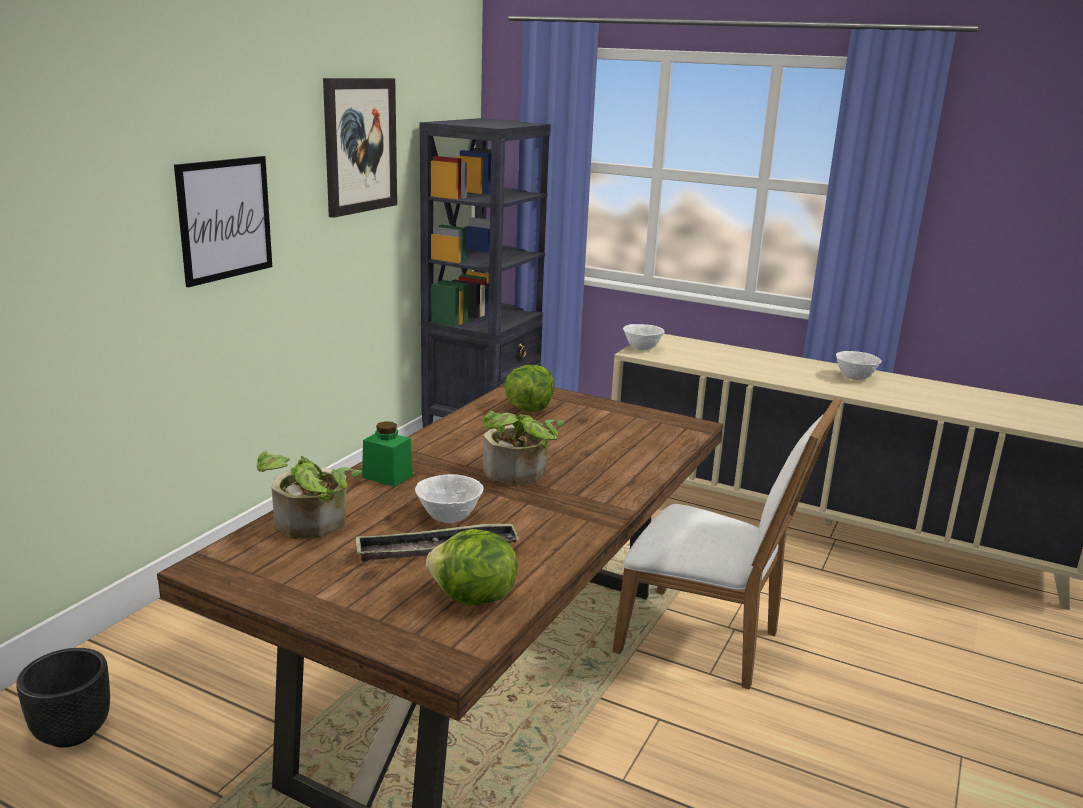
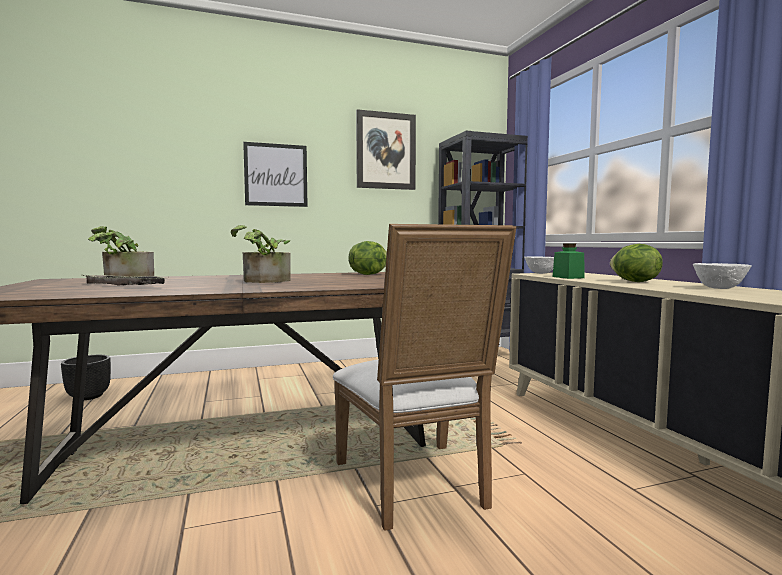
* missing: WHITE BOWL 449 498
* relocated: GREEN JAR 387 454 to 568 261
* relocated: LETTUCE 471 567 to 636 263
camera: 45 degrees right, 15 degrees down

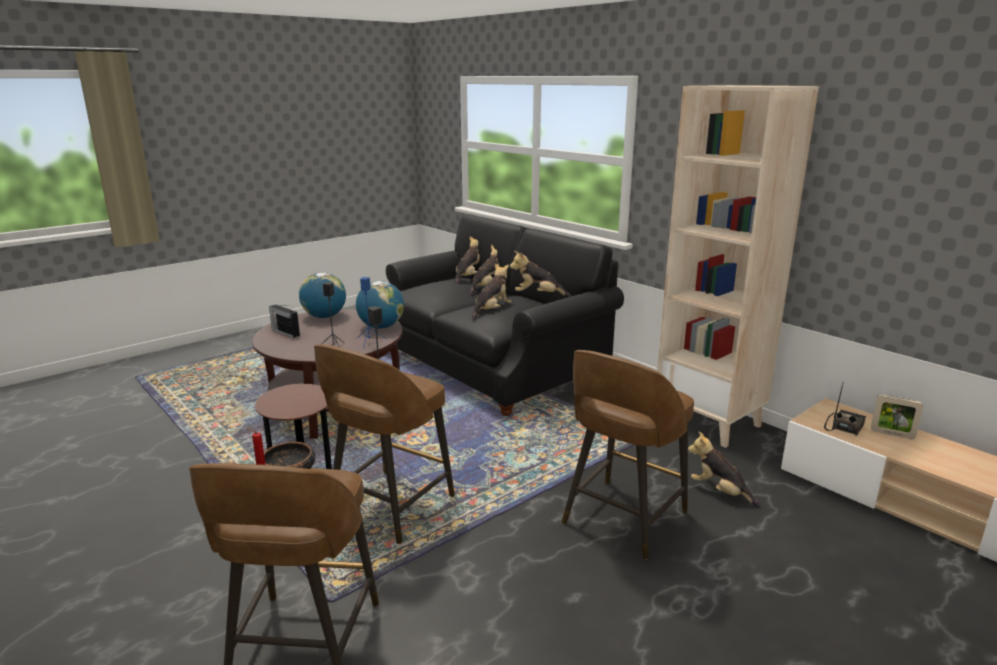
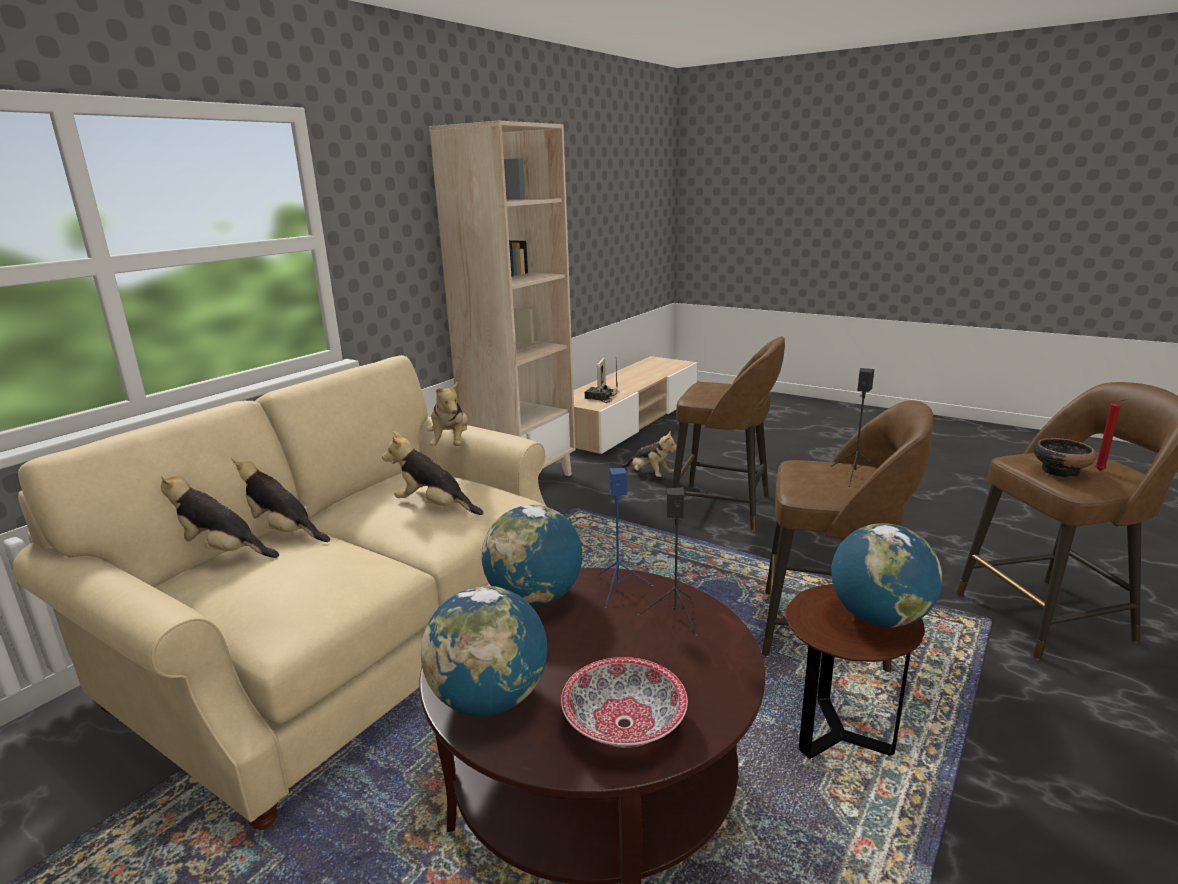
* appeared: GLOBE 886 575
* exchanged: RADIO 284 321 to BOWL 624 702
* colour: BLACK SOFA 505 315 to BEIGE SOFA 280 592
* spun: PLUSH TOY 724 469 = 649 454 75 degrees counterclockwise
camera: 105 degrees left, 0 degrees up

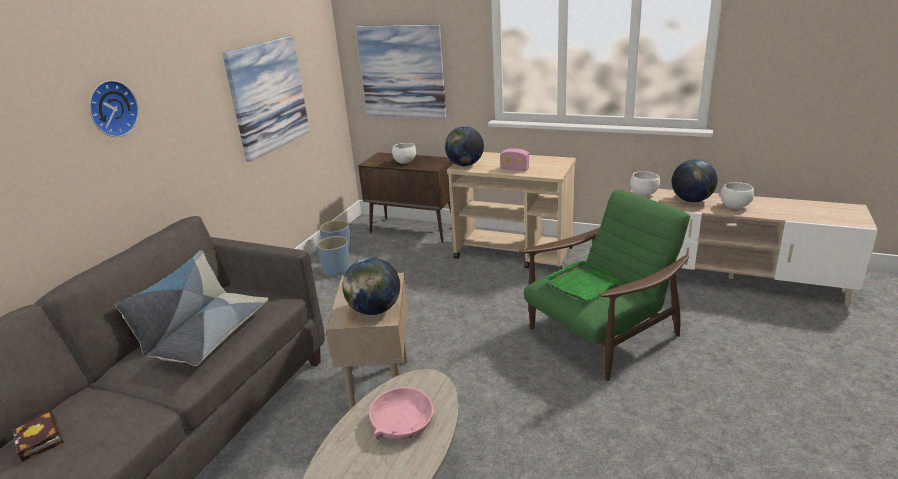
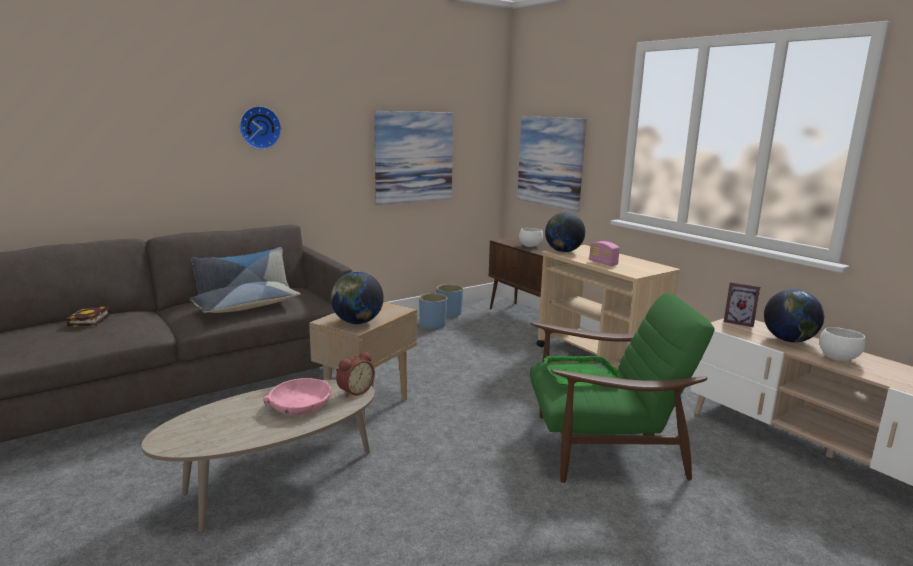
* appeared: ALARM CLOCK 355 374
* exchanged: WHITE BOWL 645 183 to PICTURE FRAME 742 304
camera: 30 degrees right, 10 degrees down

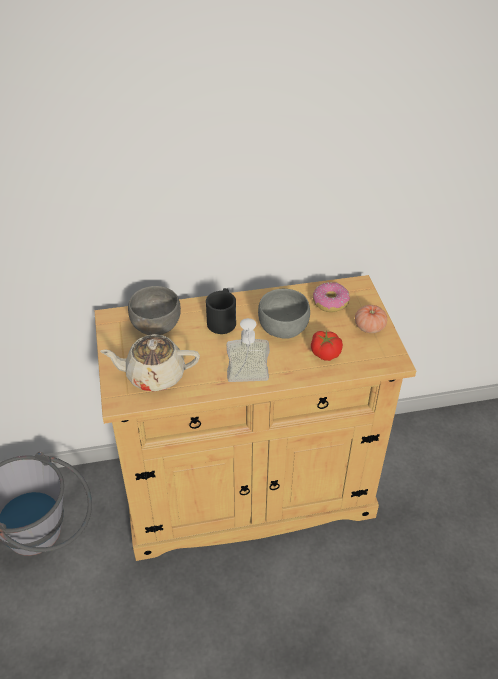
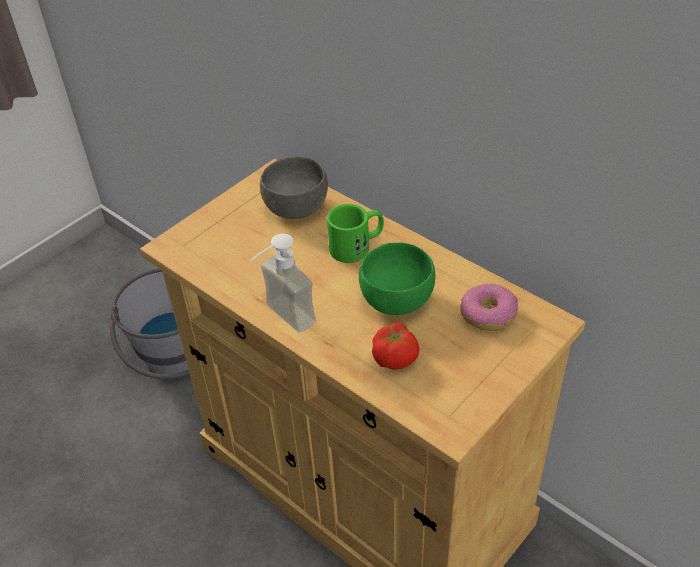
* missing: BEIGE TEAPOT 150 363
* missing: TOMATO 371 319
* colour: BLACK MUG 221 311 to GREEN MUG 355 233
* colour: GREY BOWL 284 314 to GREEN BOWL 397 278
camera: 55 degrees right, 0 degrees up

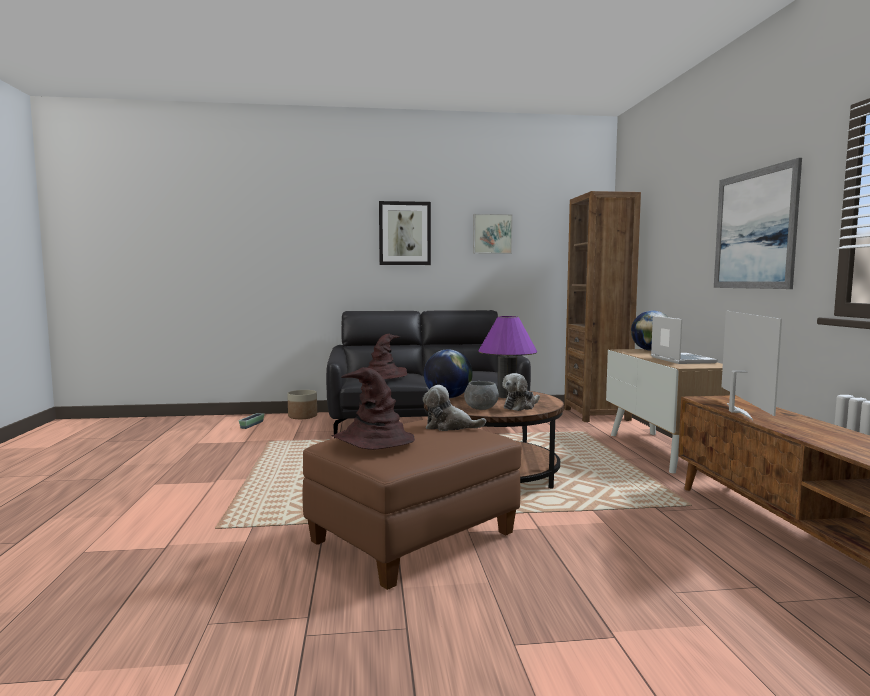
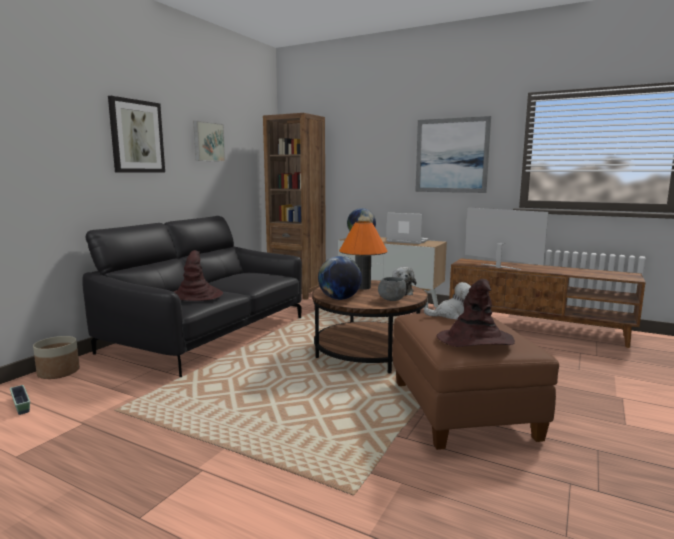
* colour: PURPLE TABLE LAMP 507 357 to ORANGE TABLE LAMP 363 255
* spun: PLUSH TOY 454 408 = 447 301 135 degrees counterclockwise
camera: 55 degrees left, 5 degrees up

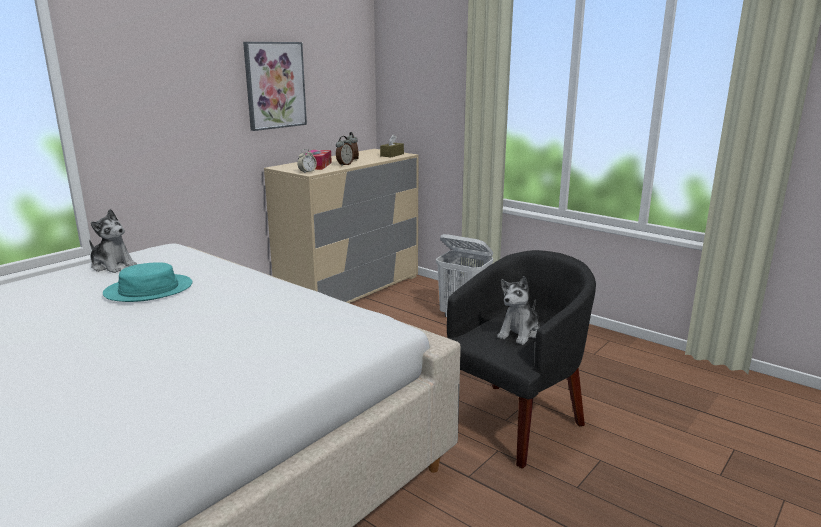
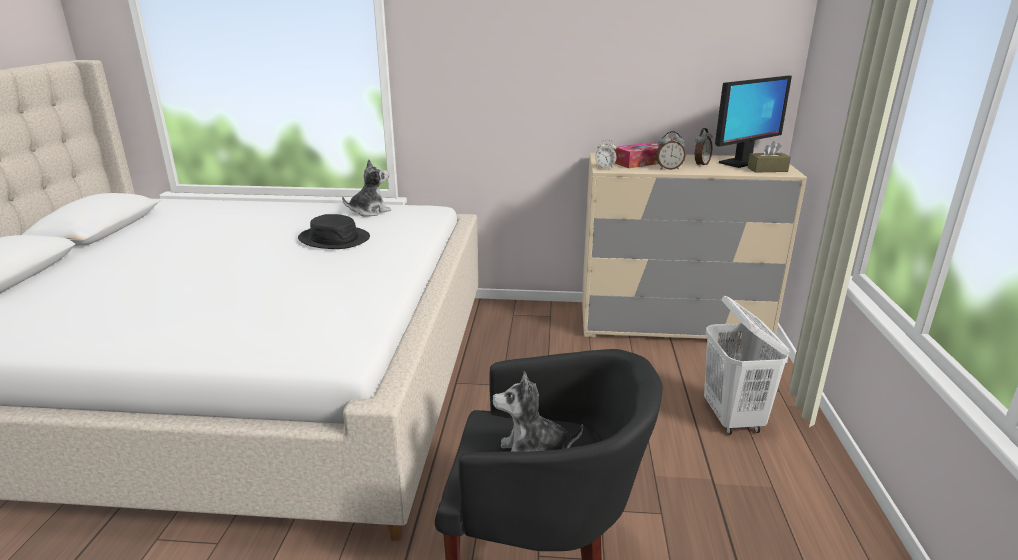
* missing: PICTURE 275 86
* appeared: MONITOR 753 122
* colour: TURQUOISE HAT 147 282 to BLACK HAT 334 231
* spun: PLUSH TOY 113 241 = 366 188 120 degrees counterclockwise
camera: 55 degrees right, 5 degrees up

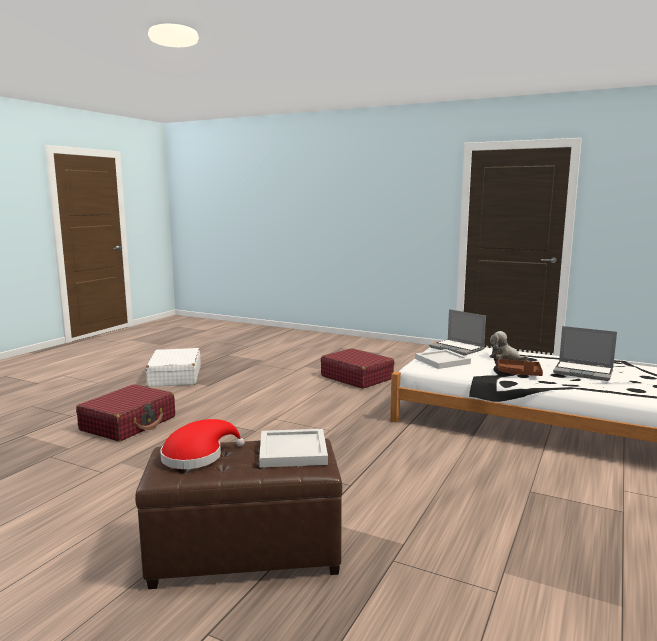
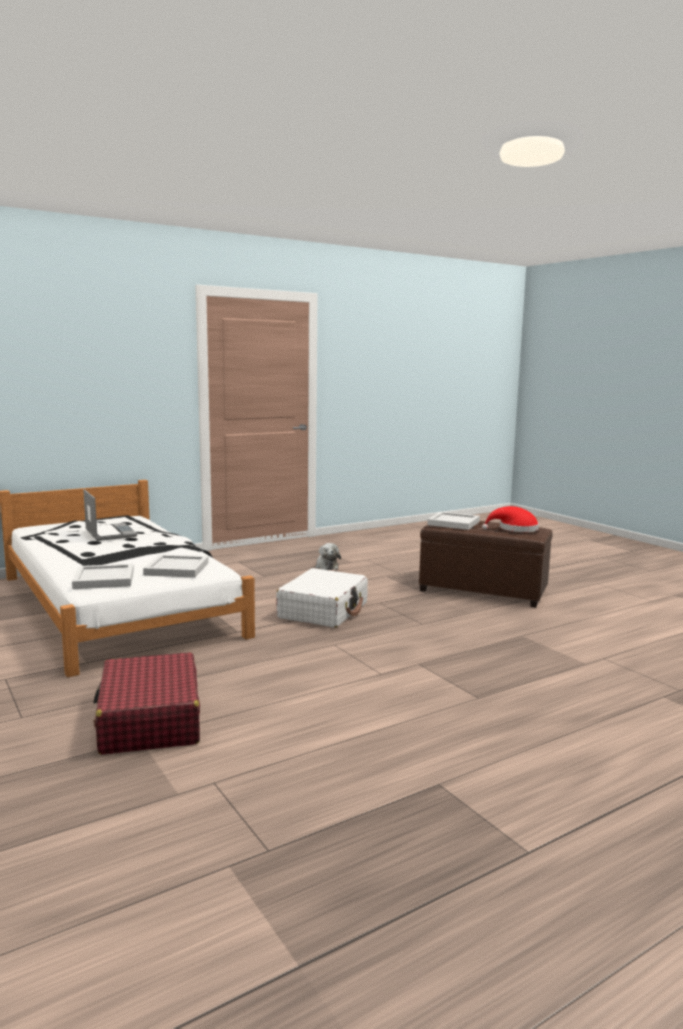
* missing: RED SUITCASE 125 413
* missing: BROWN TRAY 520 367
* relocated: WHITE SUITCASE 173 367 to 322 598
* relocated: PLUSH TOY 509 346 to 328 556
* exchanged: LAPTOP 457 332 to WHITE TRAY 103 576
camera: 150 degrees left, 0 degrees up

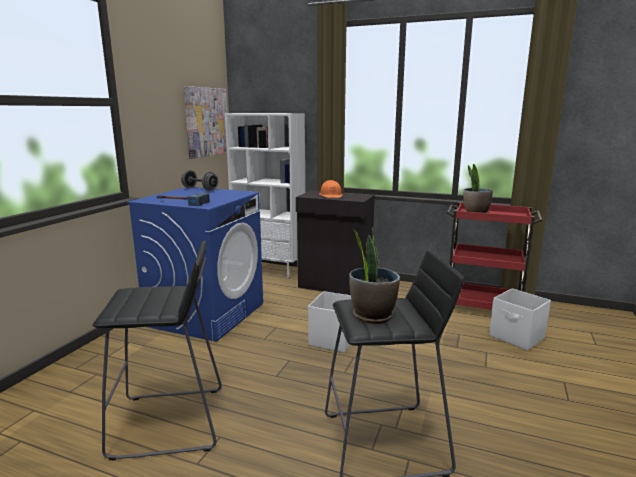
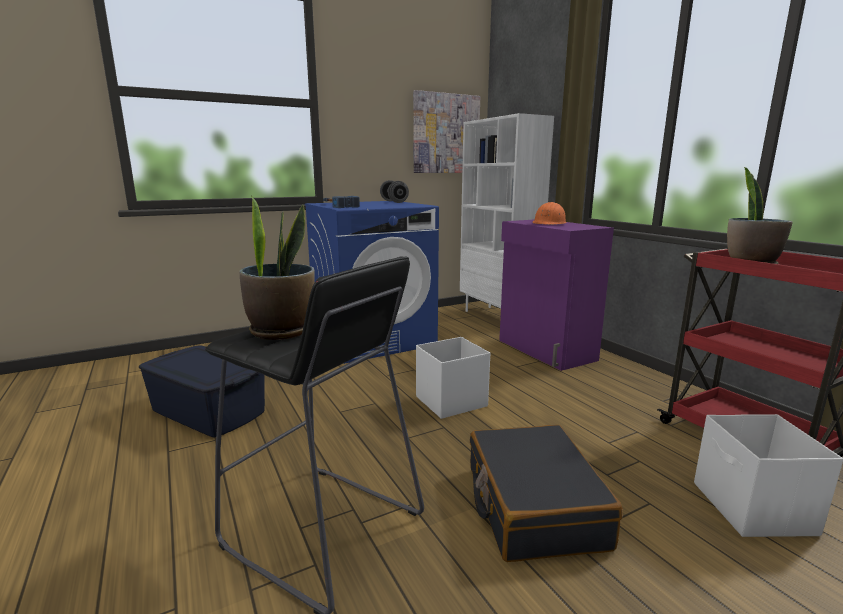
* appeared: BLACK SUITCASE 546 493
* exchanged: BLACK STOOL 157 350 to BLUE STORAGE BOX 202 391
* colour: BLACK CABINET 335 243 to PURPLE CABINET 556 295
camera: 40 degrees right, 0 degrees up

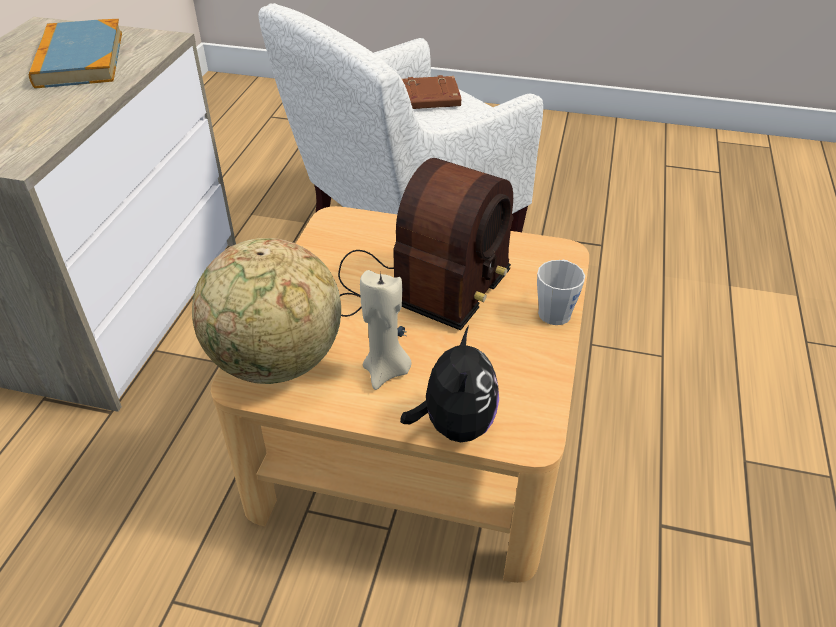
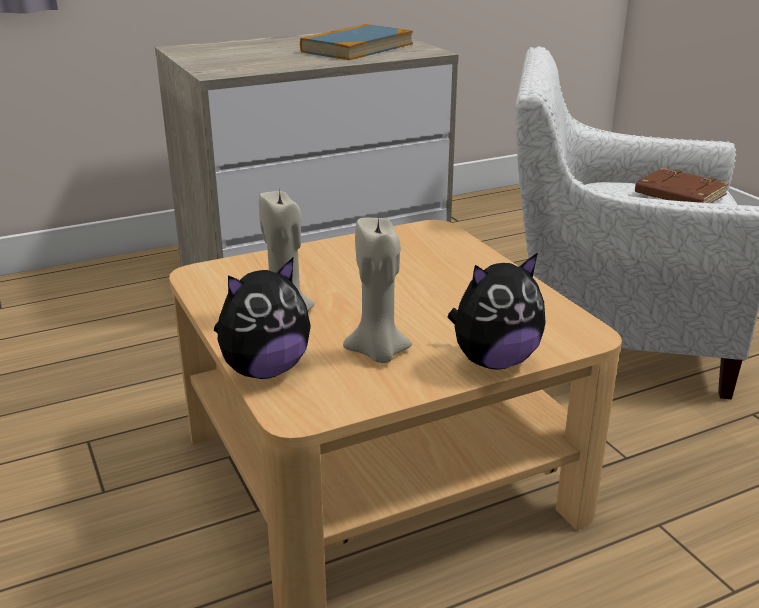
* missing: GLOBE 266 311
* missing: RADIO 426 247
* appeared: BEIGE CANDLE 377 290
* exchanged: GREY MUG 561 292 to PLUSH TOY 496 311
camera: 50 degrees right, 15 degrees down

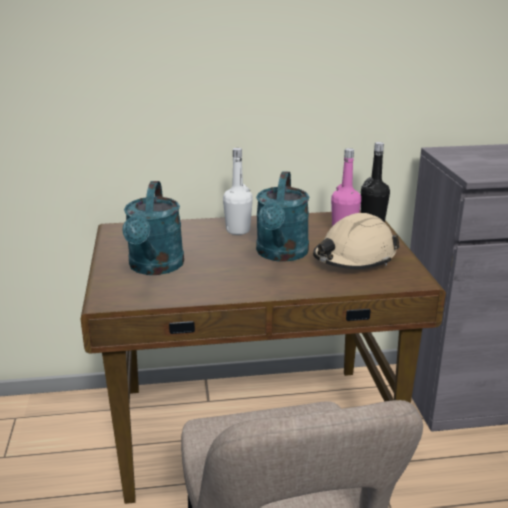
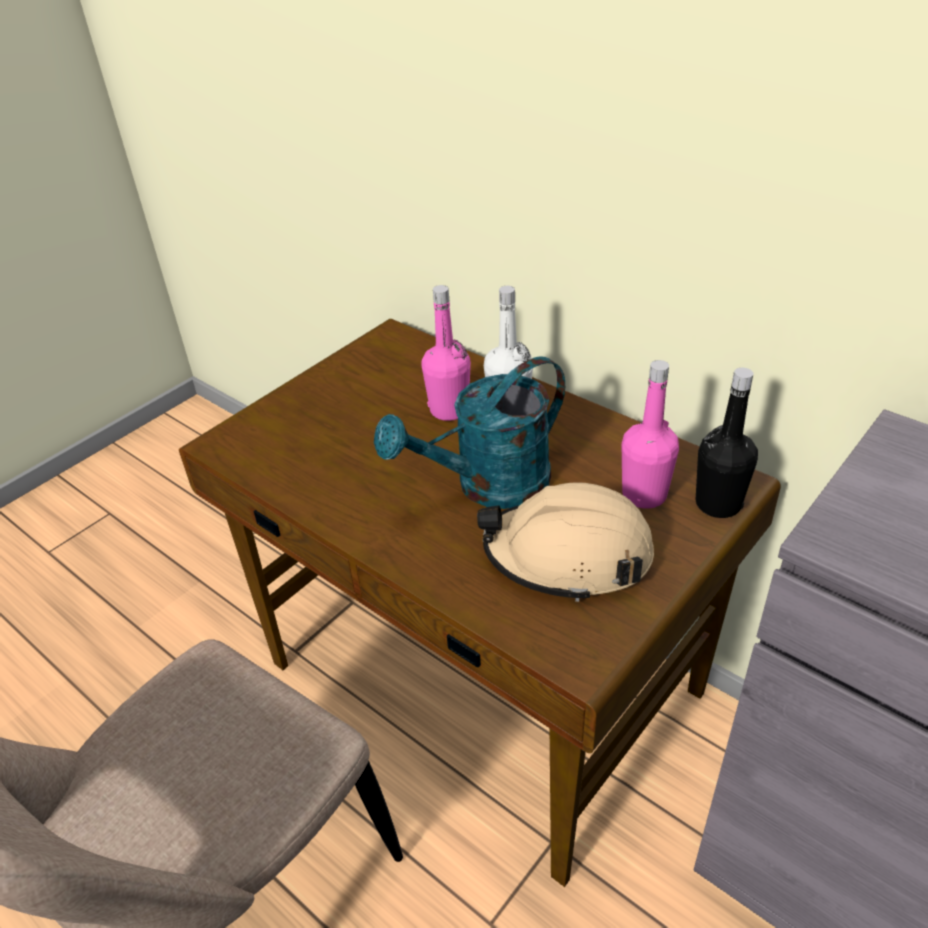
* missing: TURQUOISE WATERING CAN 153 228
* appeared: PINK BOTTLE 446 353
camera: 50 degrees right, 15 degrees up

